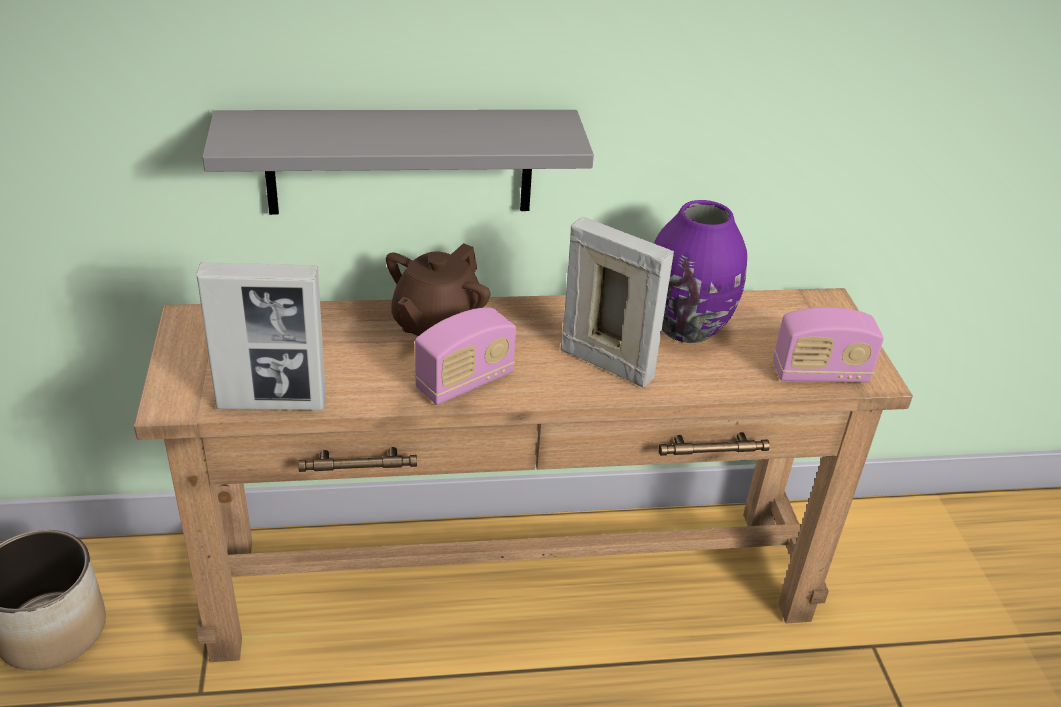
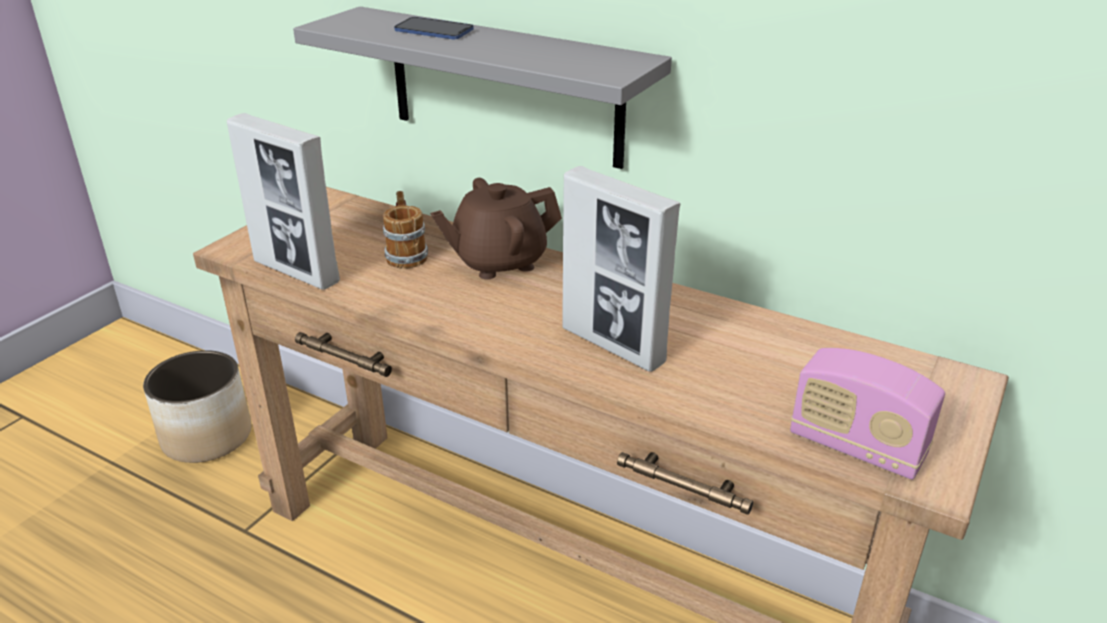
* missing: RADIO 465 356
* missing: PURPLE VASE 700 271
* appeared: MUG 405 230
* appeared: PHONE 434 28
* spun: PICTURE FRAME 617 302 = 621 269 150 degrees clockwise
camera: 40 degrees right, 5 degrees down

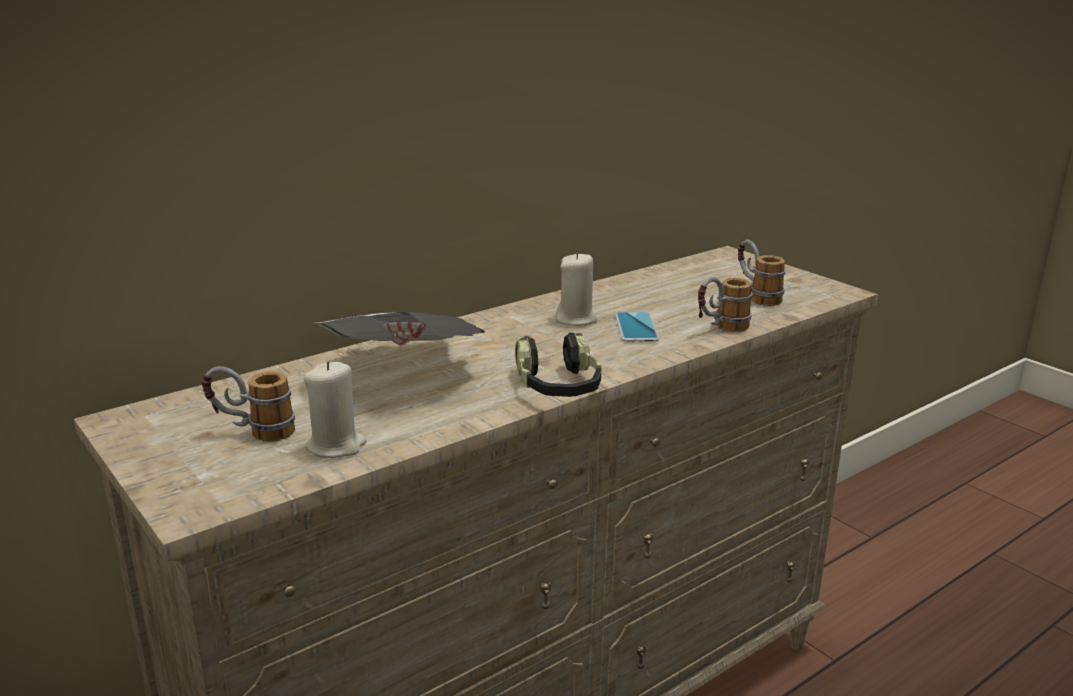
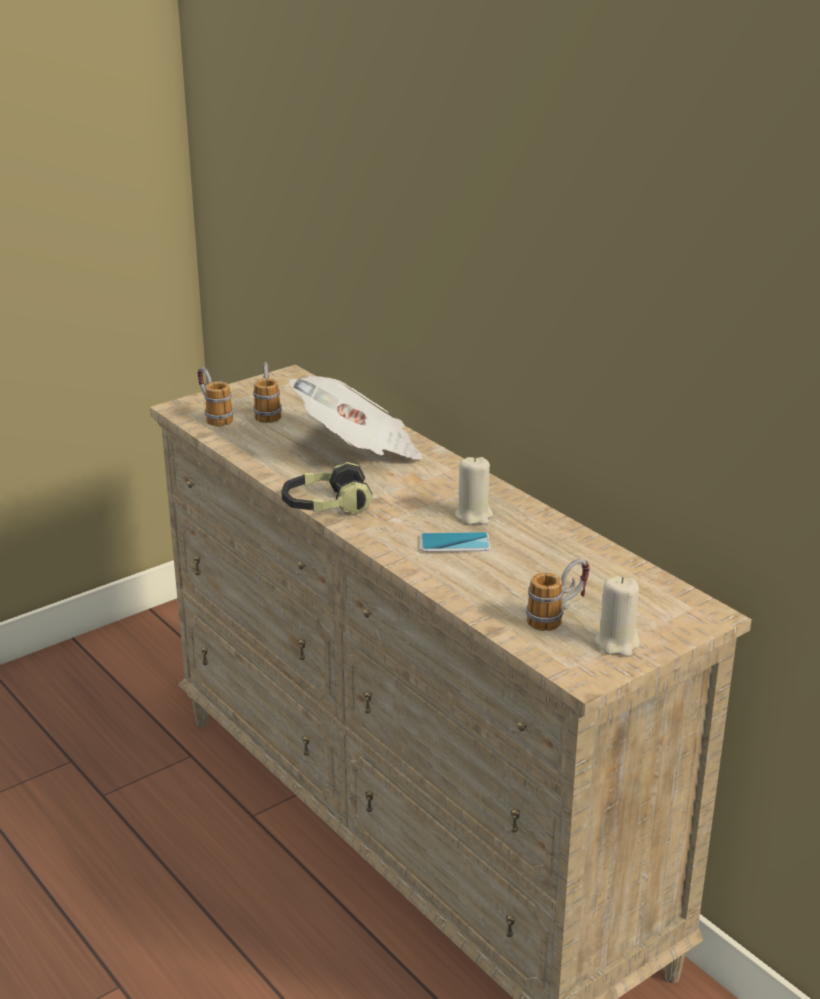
* relocated: BEIGE CANDLE 335 409 to 617 616
* relocated: MUG 725 304 to 215 396
camera: 90 degrees right, 5 degrees up

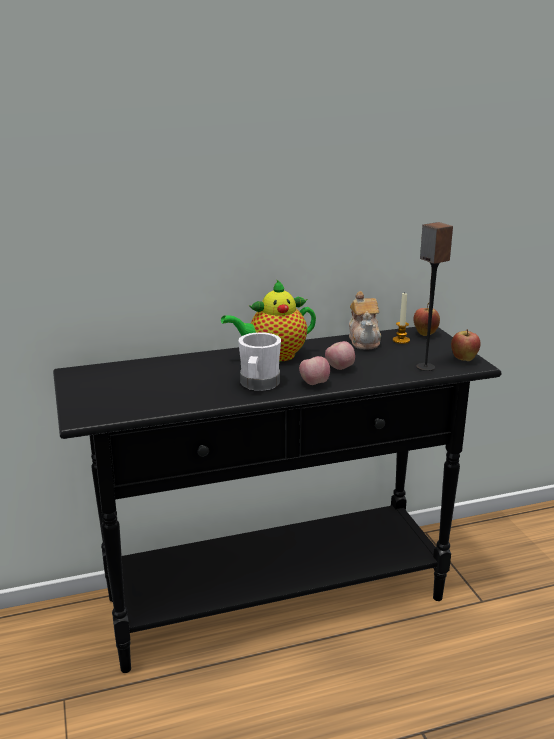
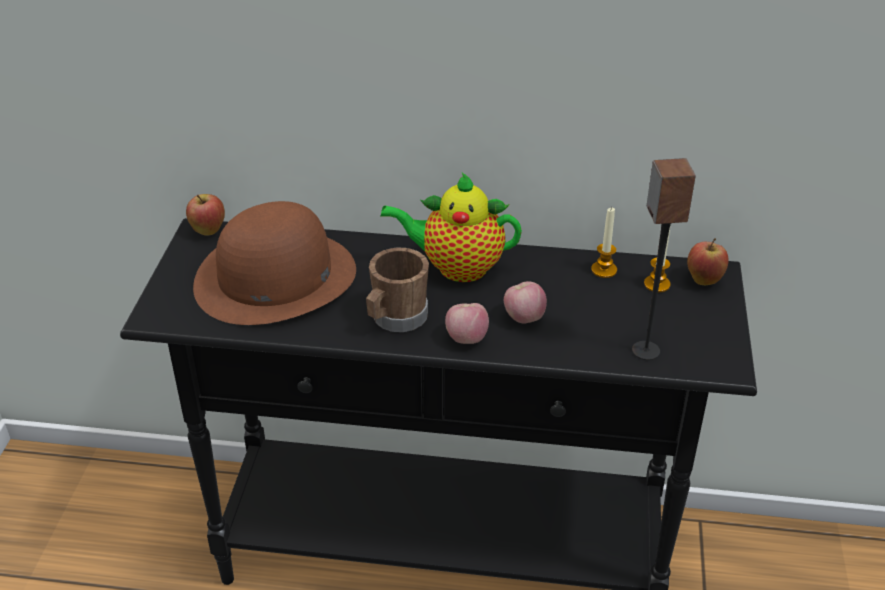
* appeared: BROWN HAT 274 263
* relocated: APPLE 465 345 to 205 215
* exchanged: TEAPOT 365 320 to CANDLE 604 242
* colour: WHITE MUG 259 361 to BROWN MUG 397 289
camera: 25 degrees right, 15 degrees up

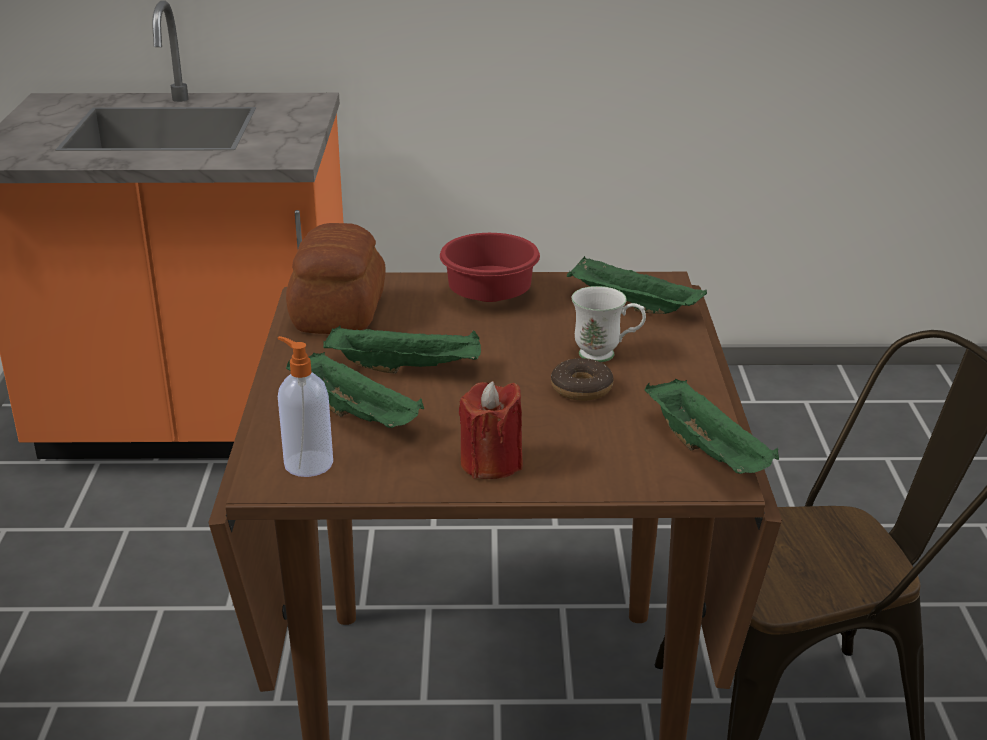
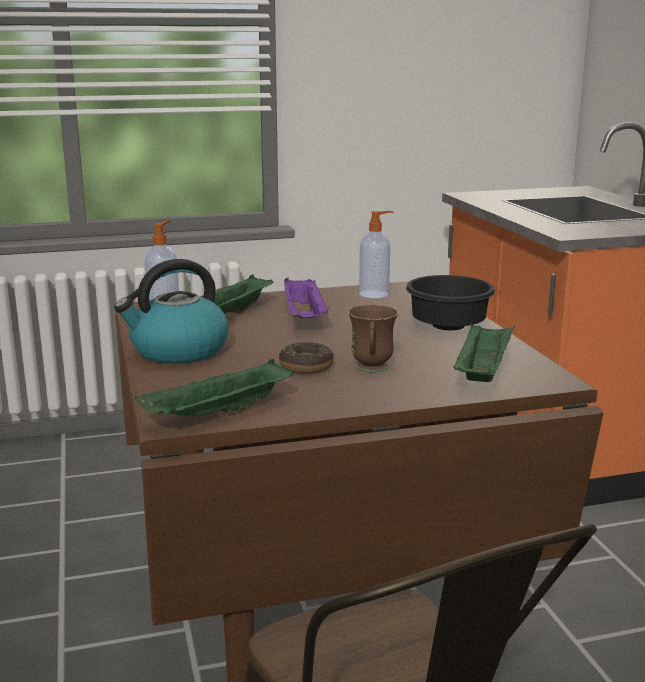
* exchanged: BREAD 336 278 to SOAP DISPENSER 376 254
* exchanged: RED CANDLE 491 430 to KETTLE 171 311
* colour: GREEN TRAY 402 350 to PURPLE TRAY 306 298
* colour: RED BOWL 490 267 to BLACK BOWL 450 302
* colour: WHITE MUG 609 324 to BROWN MUG 373 338
camera: 75 degrees right, 10 degrees down

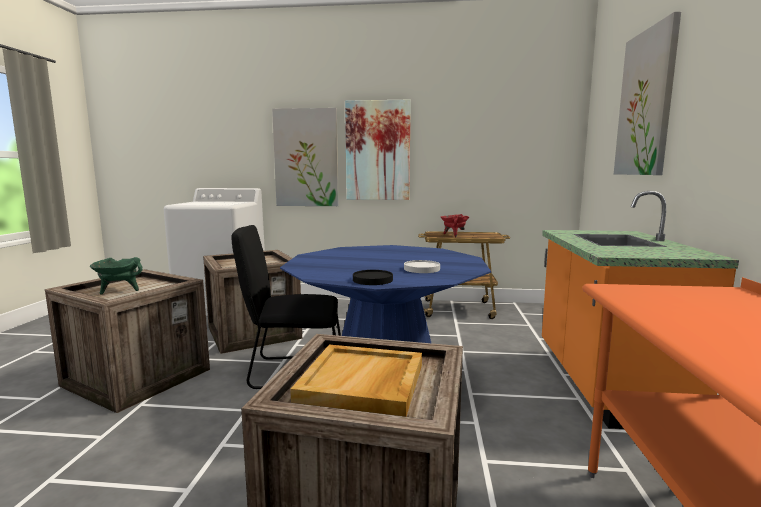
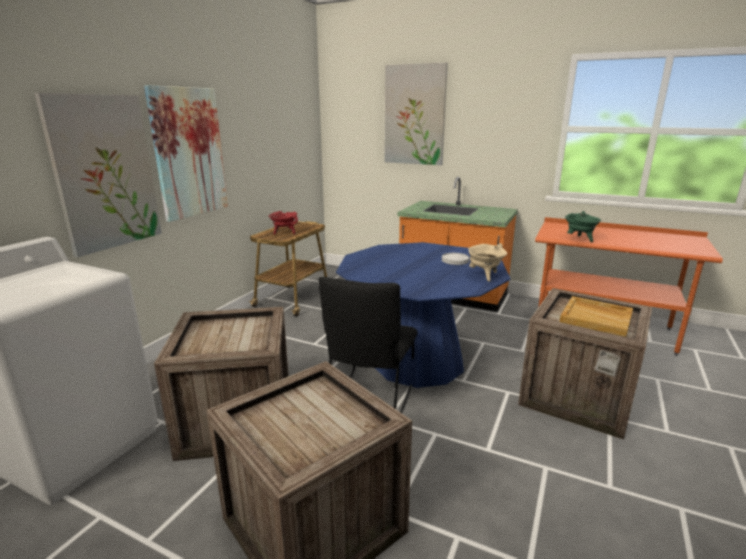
* relocated: GREEN COOKING POT 116 275 to 583 226
* exchanged: BLACK PLATE 373 277 to BEIGE COOKING POT 487 262
camera: 70 degrees left, 10 degrees up

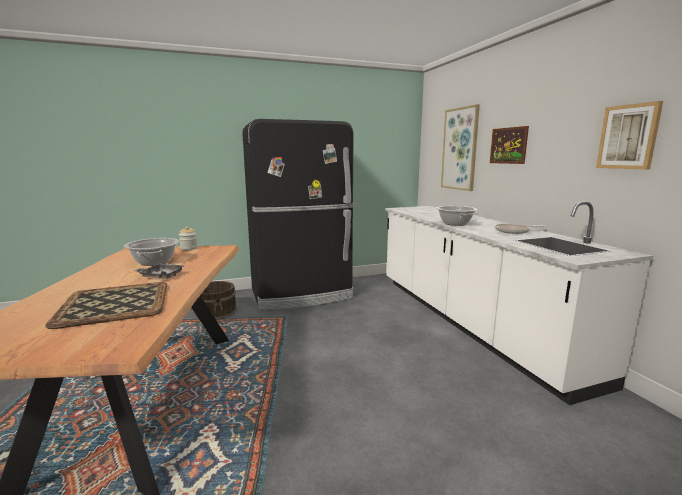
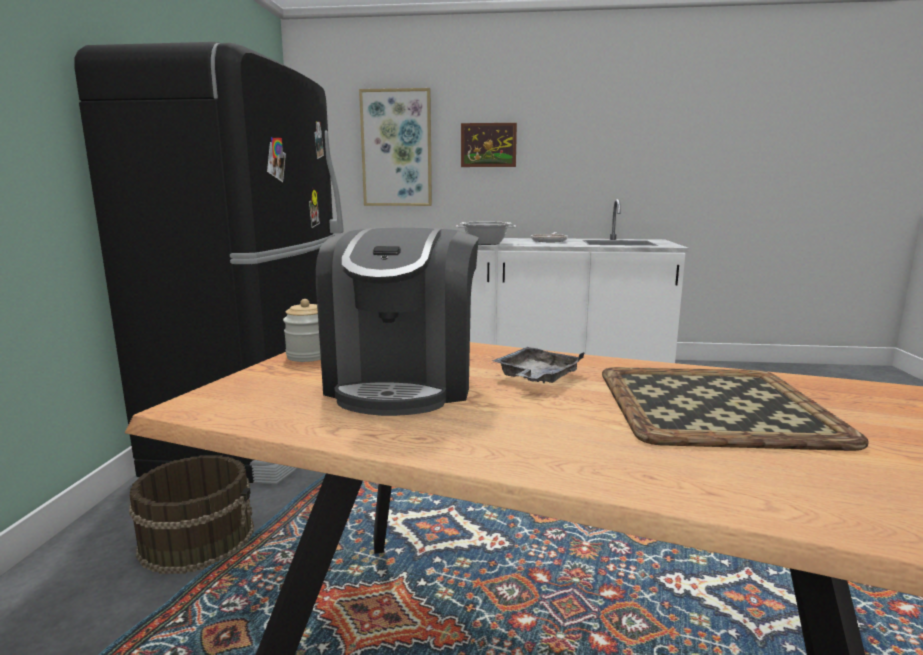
* missing: PICTURE 629 135
* exchanged: COOKING POT 151 252 to COFFEE MACHINE 397 321
camera: 65 degrees left, 0 degrees up

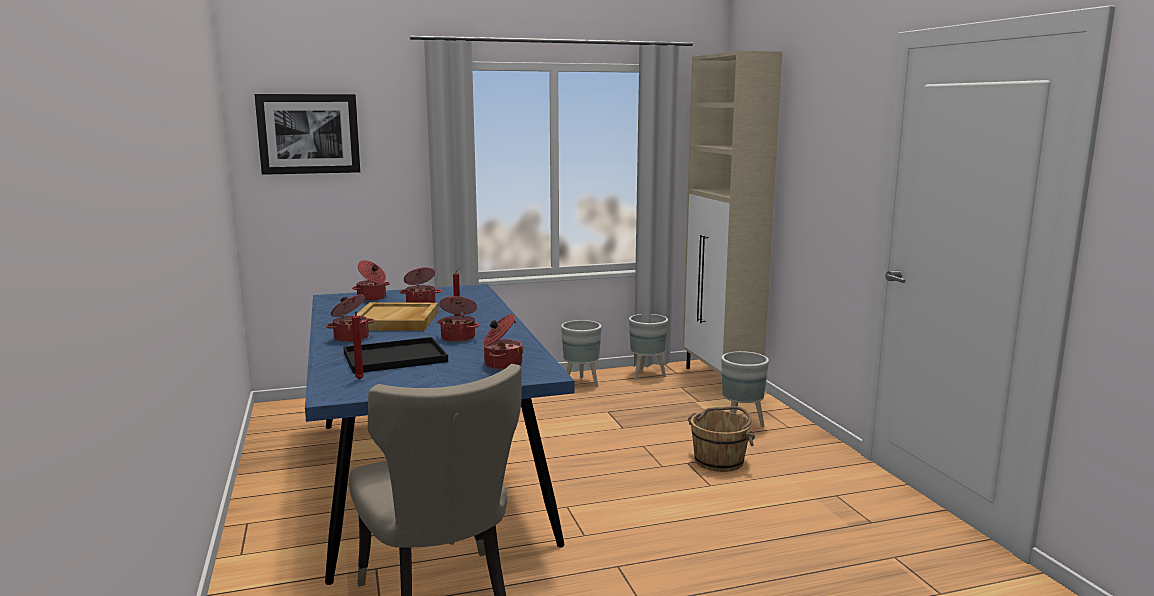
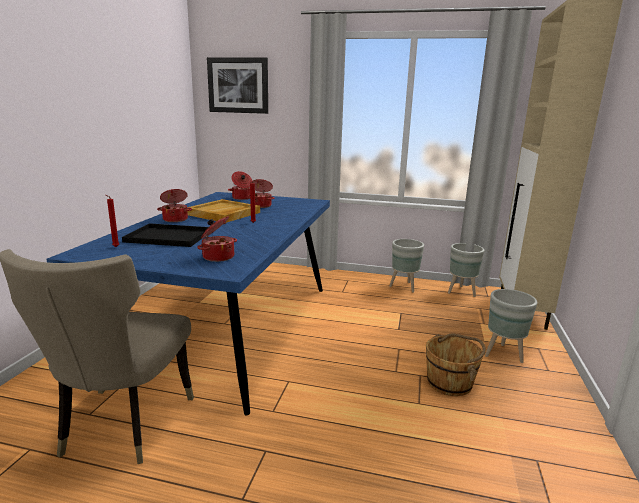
* missing: COOKING POT 458 319
camera: 30 degrees right, 5 degrees up

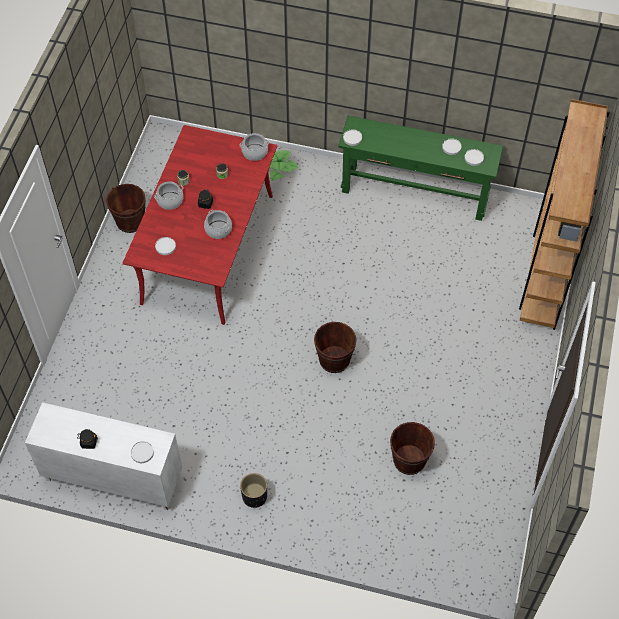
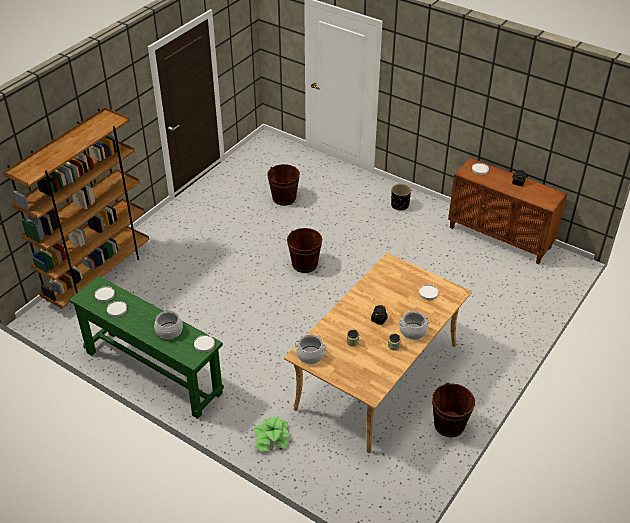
* relocated: COOKING POT 218 224 to 168 324
* colour: WHITE CABINET 103 456 to BROWN CABINET 507 211
* colour: RED DINING TABLE 200 225 to BEIGE DINING TABLE 378 353
camera: 160 degrees left, 15 degrees down

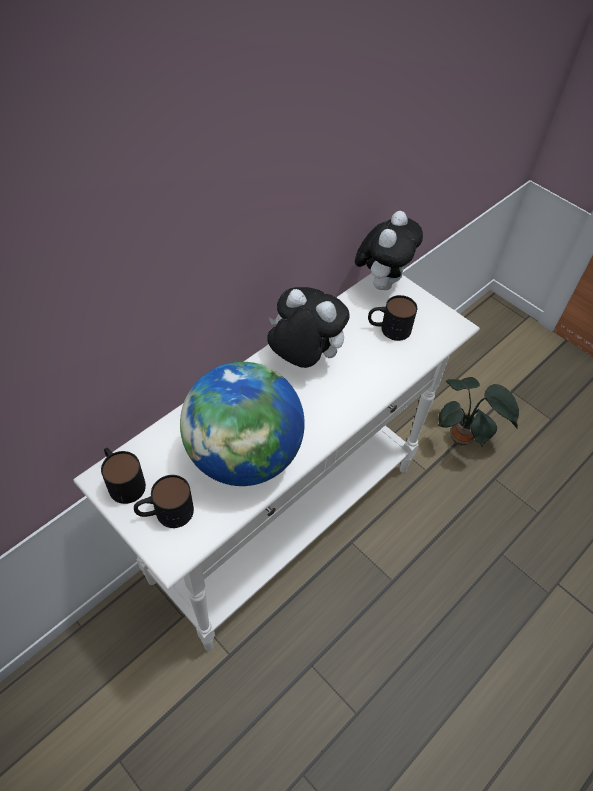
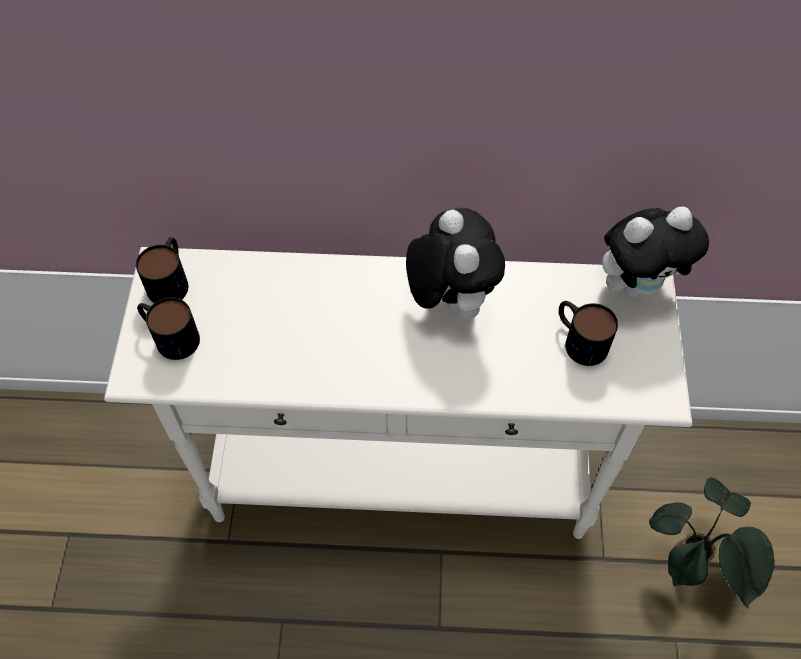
* missing: GLOBE 242 424
camera: 50 degrees right, 5 degrees up

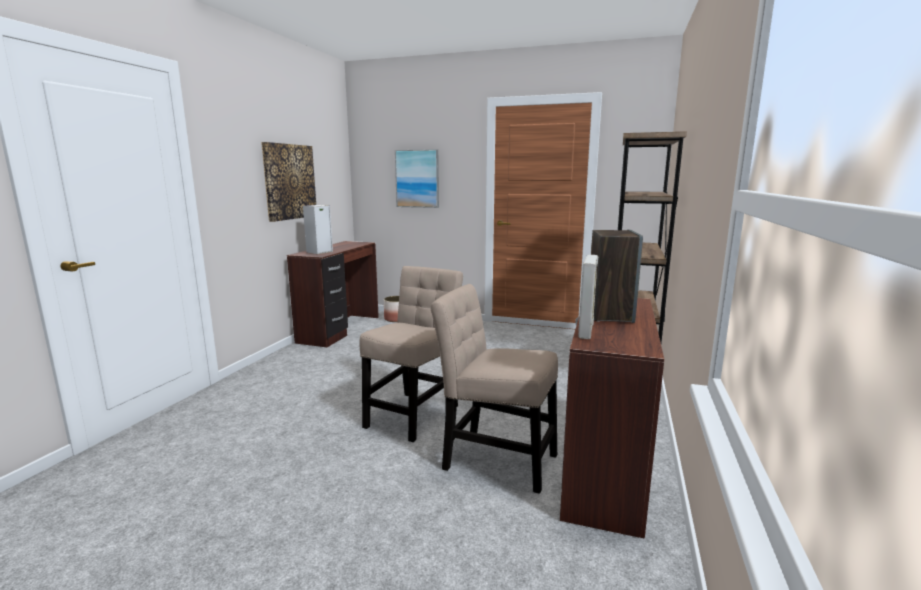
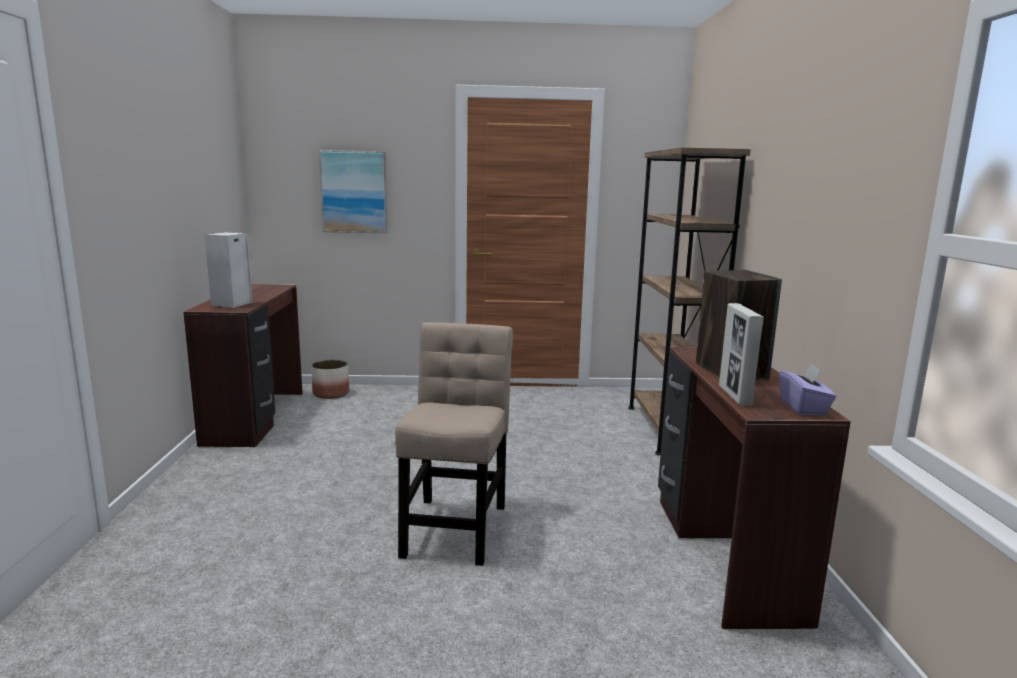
* missing: PICTURE 288 182
* missing: BEIGE CHAIR 494 389
* appeared: PURPLE TISSUE BOX 807 389
camera: 20 degrees left, 0 degrees up

